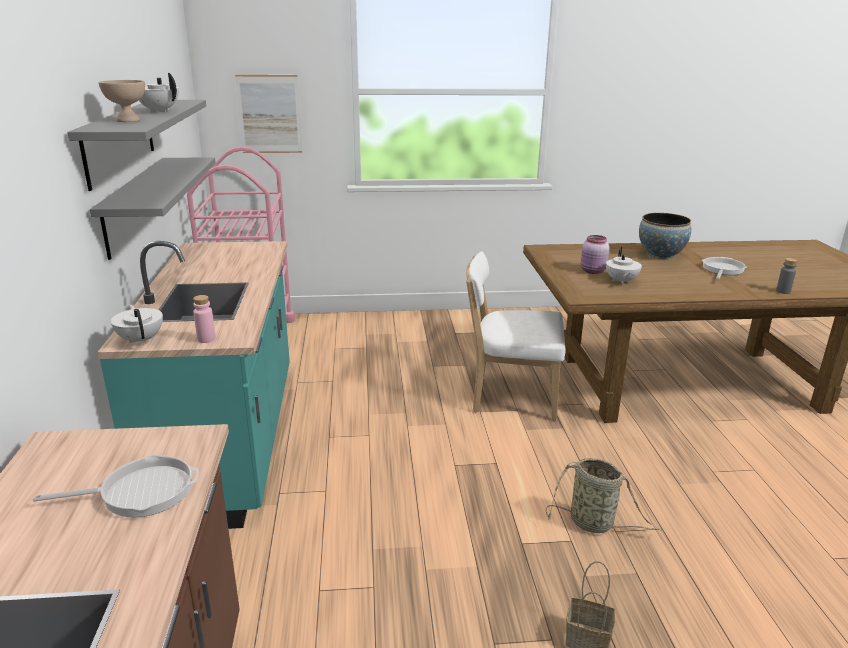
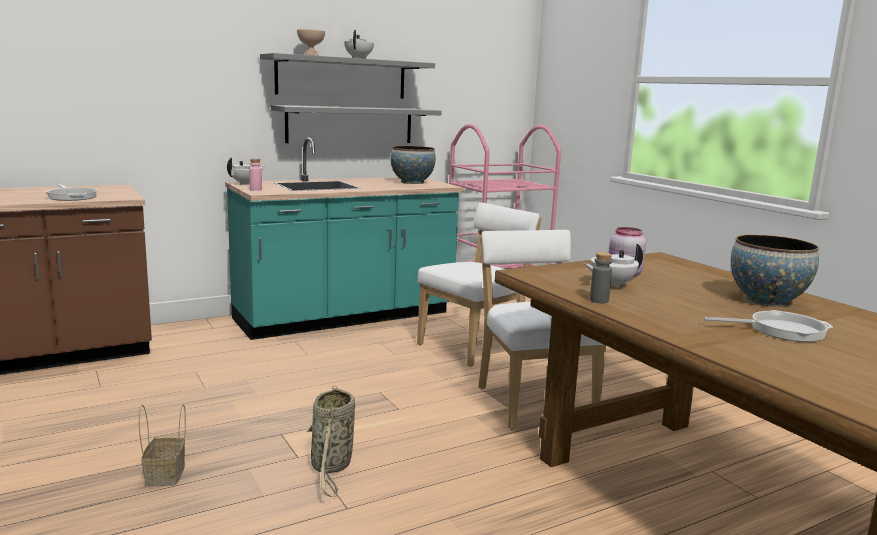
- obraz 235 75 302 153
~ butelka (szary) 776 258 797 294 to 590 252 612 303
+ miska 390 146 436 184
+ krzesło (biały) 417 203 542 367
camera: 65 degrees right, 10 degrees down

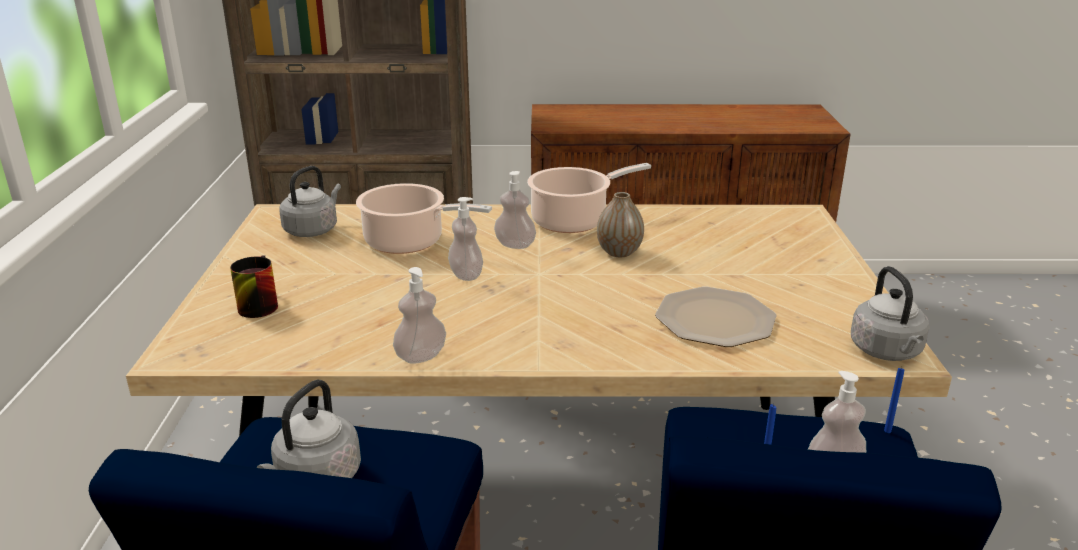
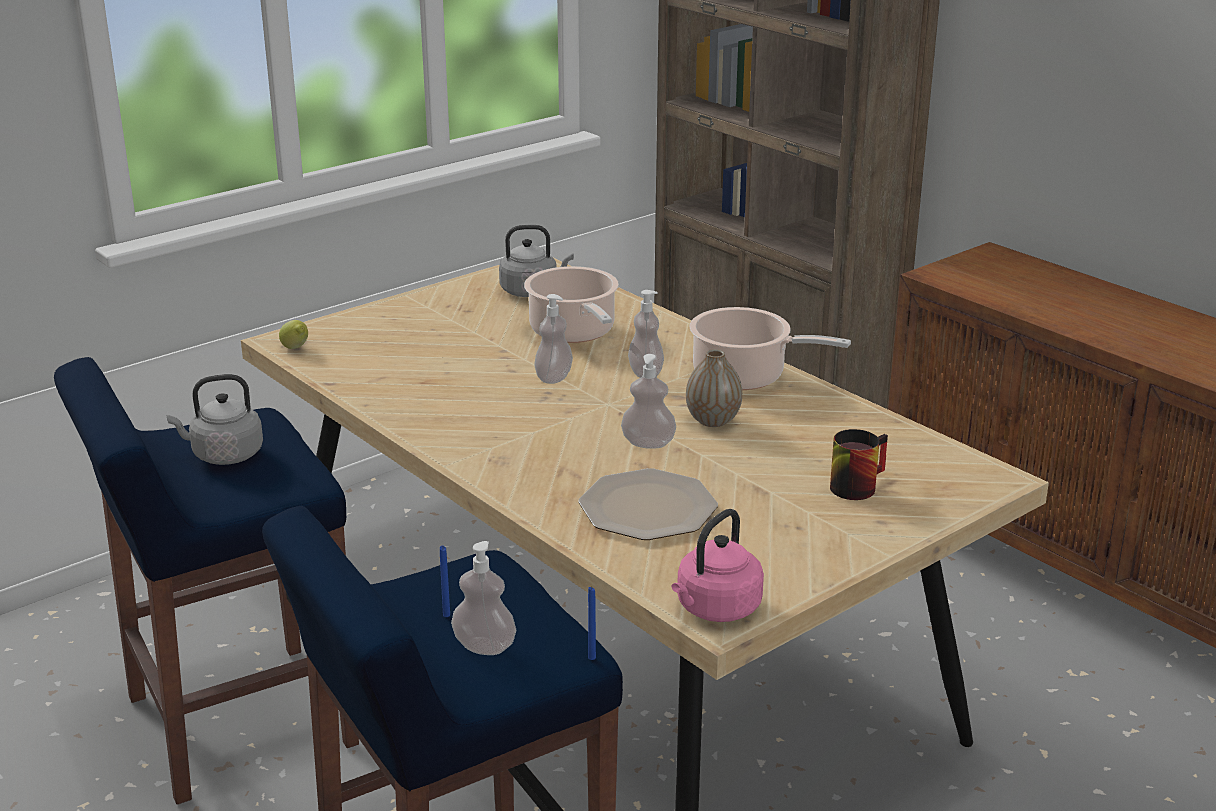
~ kubek 230 255 278 318 to 830 429 888 500
~ dozownik mydła 393 267 446 364 to 621 354 676 449
~ czajnik (szary) 851 266 929 361 to czajnik (różowy) 671 509 764 622
+ cytryna 279 320 308 349
camera: 50 degrees right, 0 degrees up

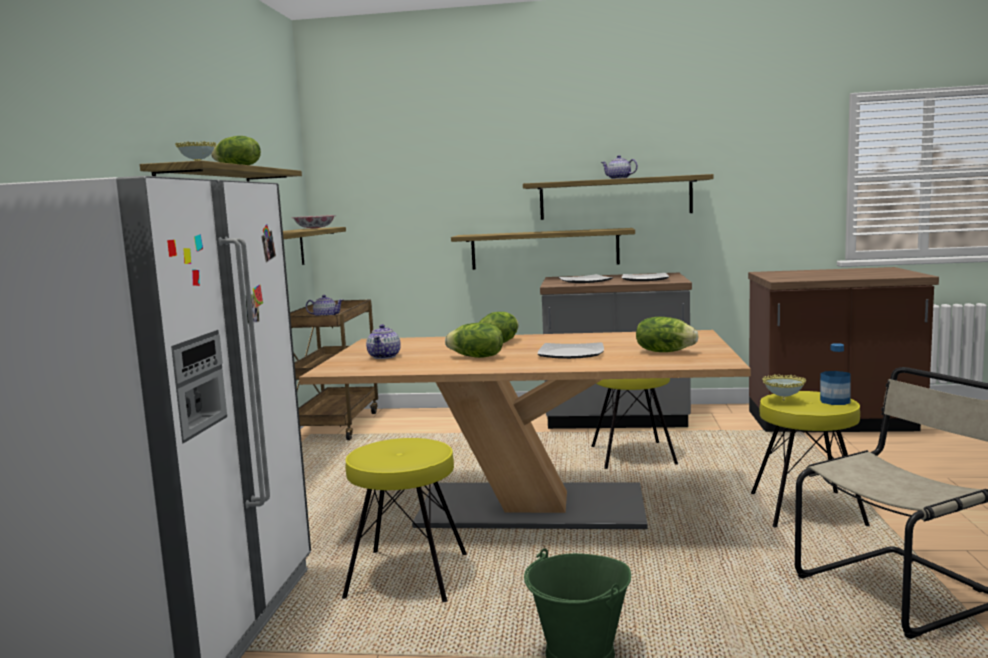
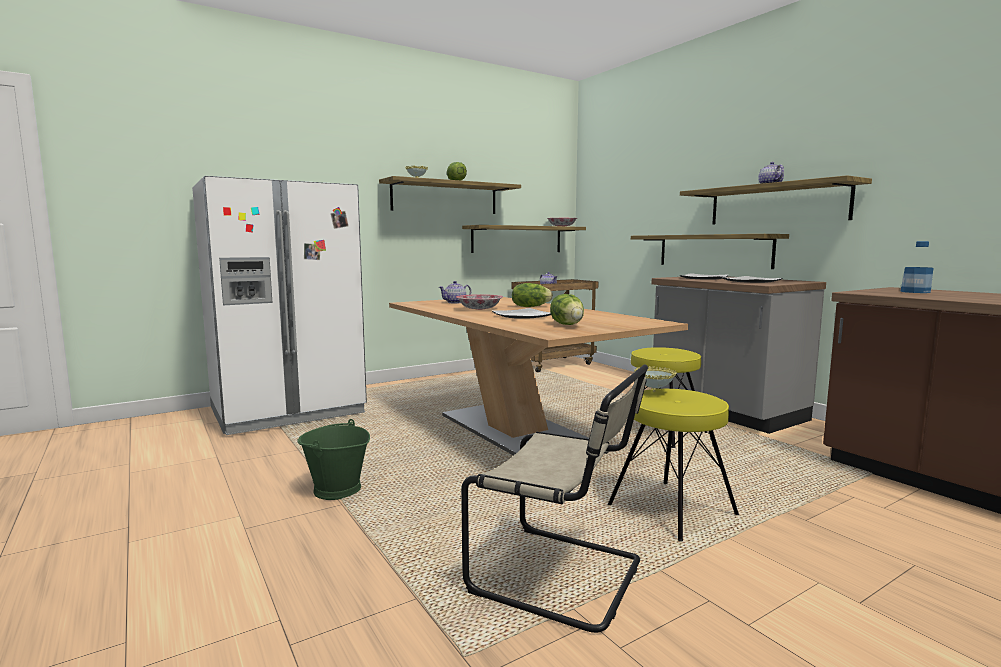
- stołek (żółty) 342 438 467 602
~ sałata 445 323 503 358 to miska 456 294 503 310
~ butelka 820 343 851 405 to 900 241 933 293
camera: 50 degrees right, 0 degrees up

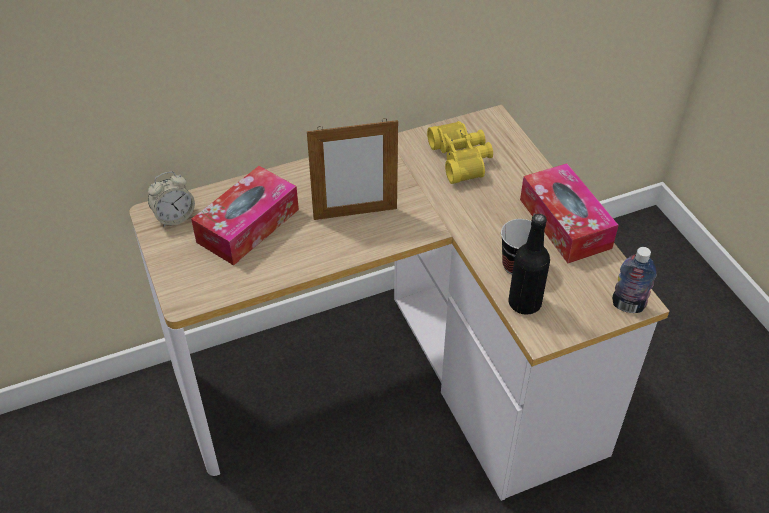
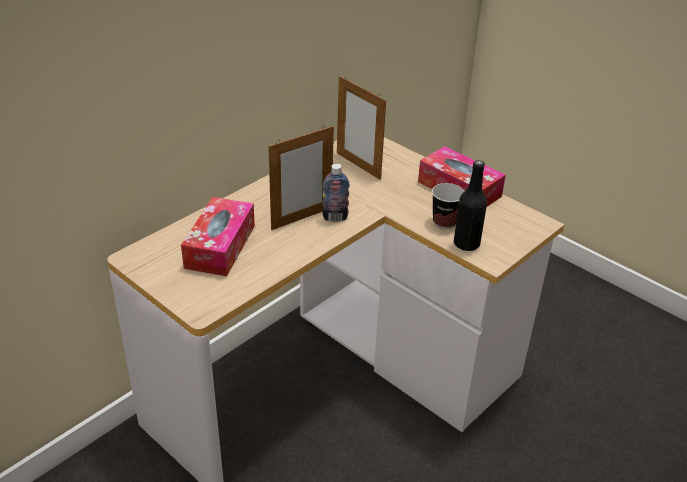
- budzik 148 172 195 227
~ lornetka (żółty) 427 121 493 184 to ramka na zdjęcie 337 76 386 180
~ butelka 612 247 657 313 to 322 164 350 222
camera: 25 degrees left, 10 degrees down

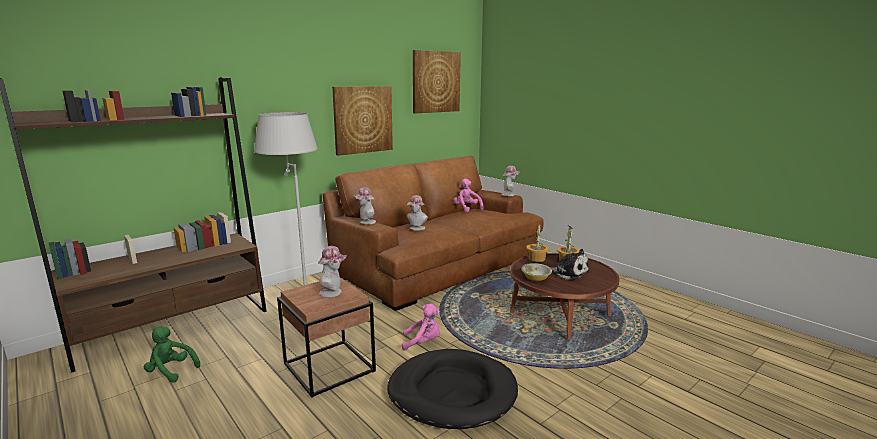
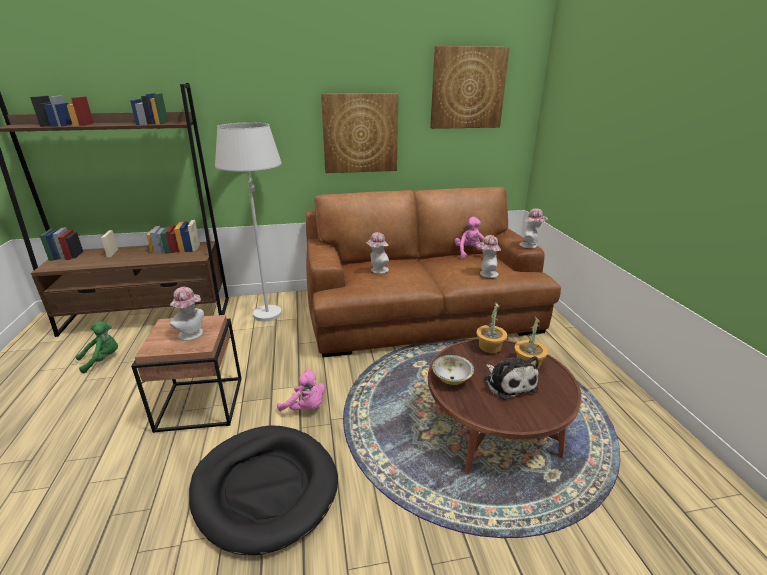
~ pluszak (zielony) 144 326 200 383 = 76 321 118 373 90 degrees clockwise
~ kapelusz 354 187 376 224 to 477 235 501 278
camera: 30 degrees right, 10 degrees up

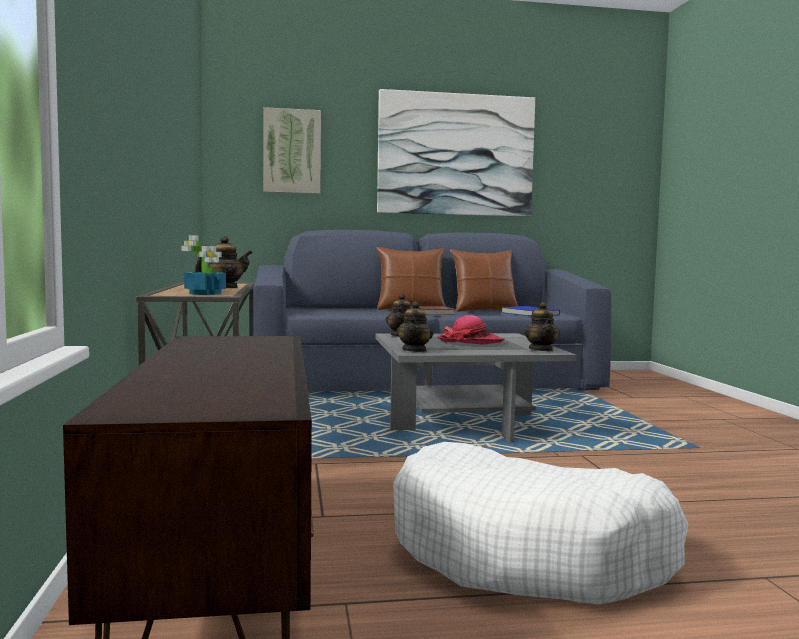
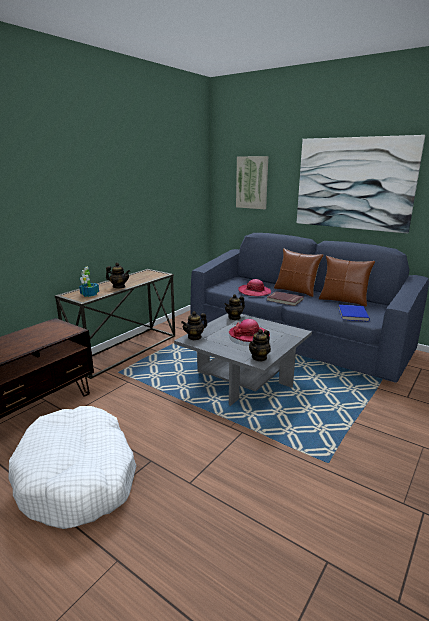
+ kapelusz 238 279 271 296
camera: 45 degrees right, 15 degrees up

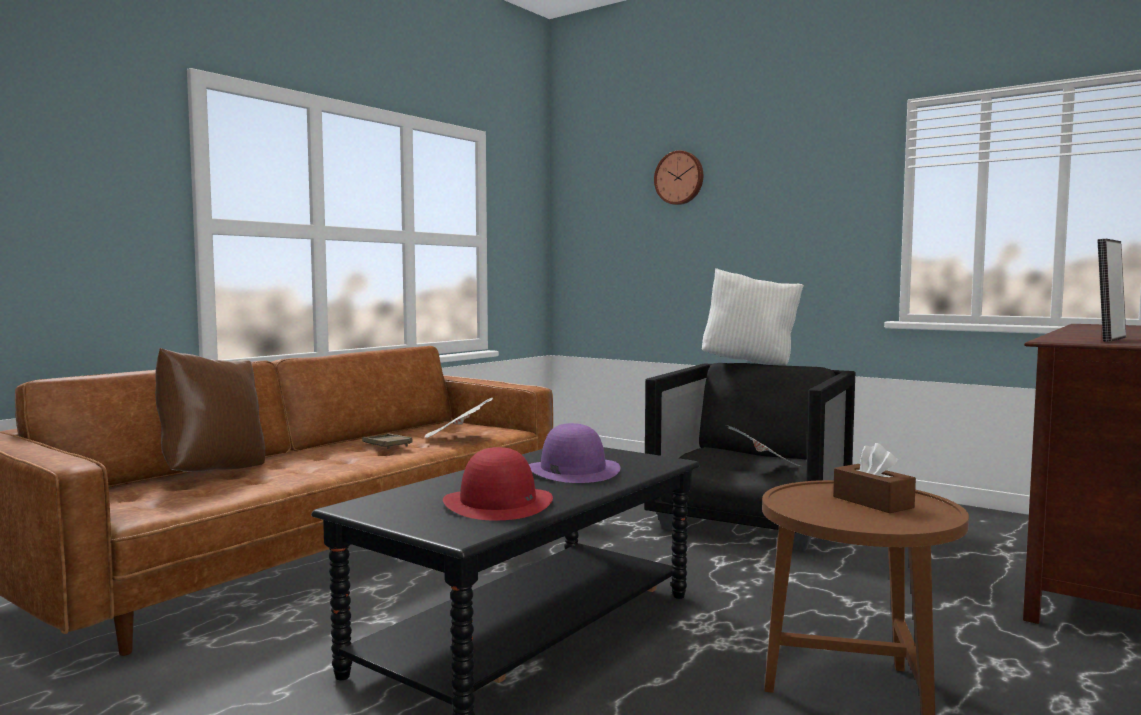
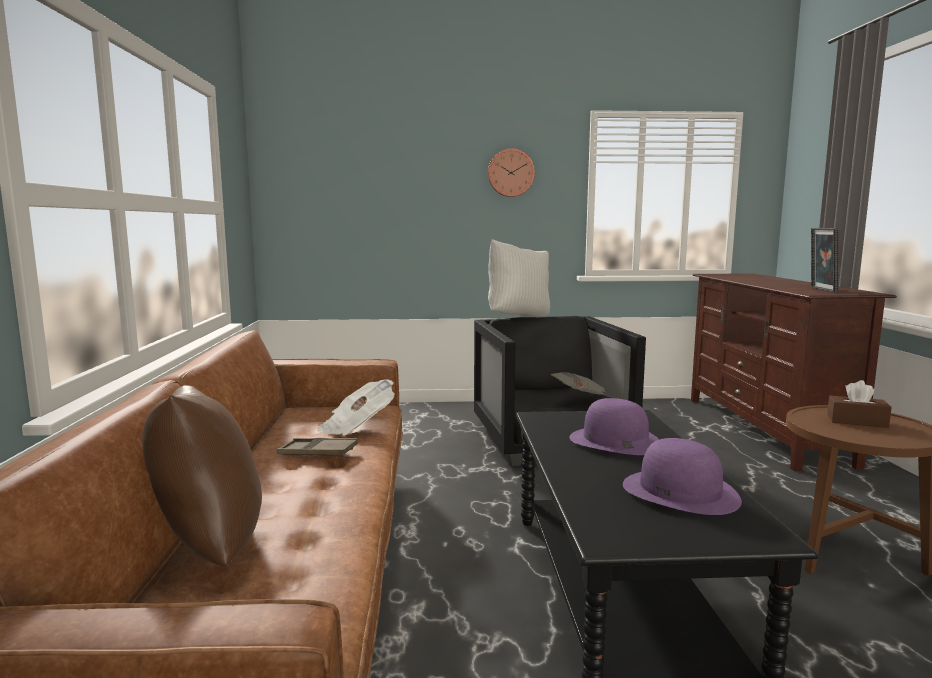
~ kapelusz (czerwony) 443 447 553 520 to kapelusz (fioletowy) 623 438 742 515
~ zegar ścienny 654 150 703 205 to 488 148 535 197
camera: 40 degrees left, 5 degrees up

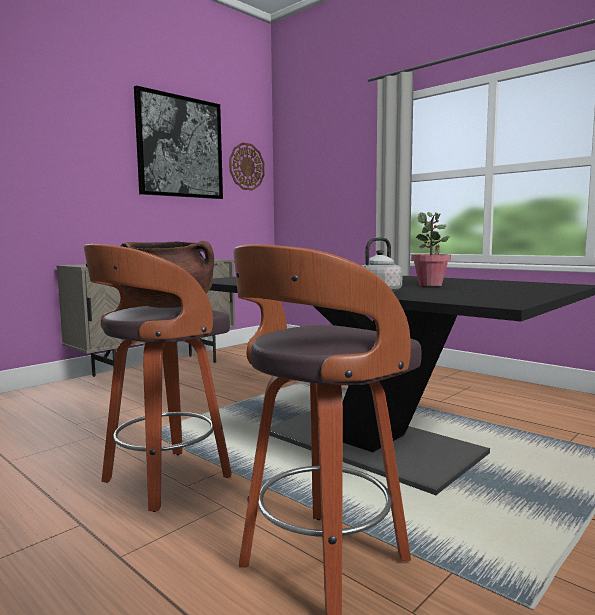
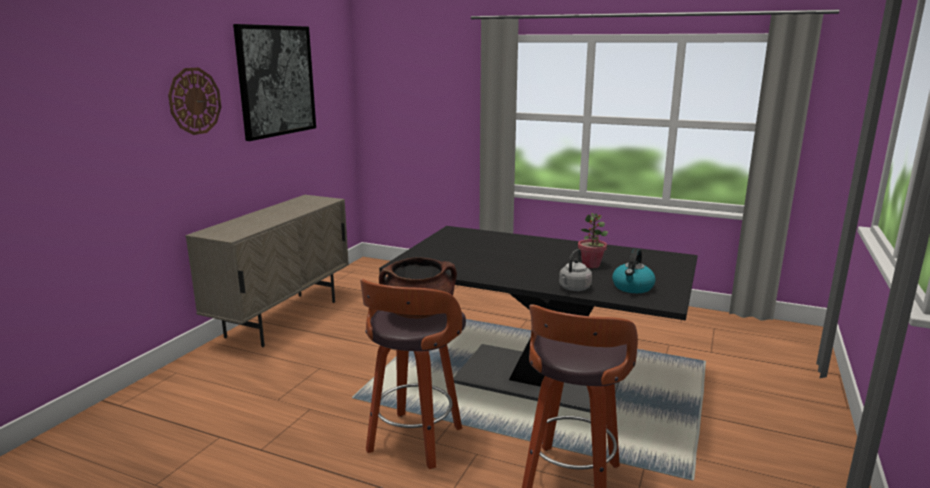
~ zegar ścienny 229 142 265 190 to 168 67 221 135
+ czajnik 612 249 656 293
camera: 20 degrees left, 10 degrees up

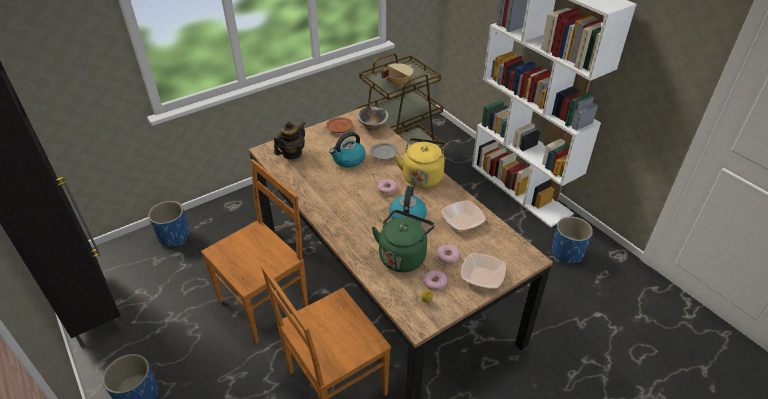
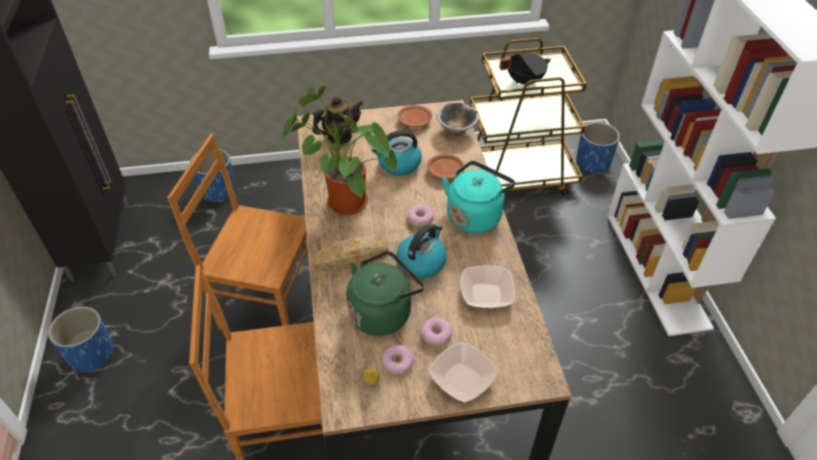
~ krzesło (brązowy) 201 159 308 344 = 167 133 308 330 150 degrees counterclockwise
~ talerz (szary) 370 143 398 160 to talerz (brązowy) 427 154 464 179
~ garnek (beżowy) 382 63 413 87 to garnek (czarny) 500 52 551 87
~ czajnik (żółty) 394 138 447 188 to czajnik (turkusowy) 442 161 515 234
~ donica (niebieski) 552 216 593 264 to 576 122 620 174
+ roślina doniczkowa 282 86 397 215
+ chleb 312 235 388 271
camera: 25 degrees right, 5 degrees up

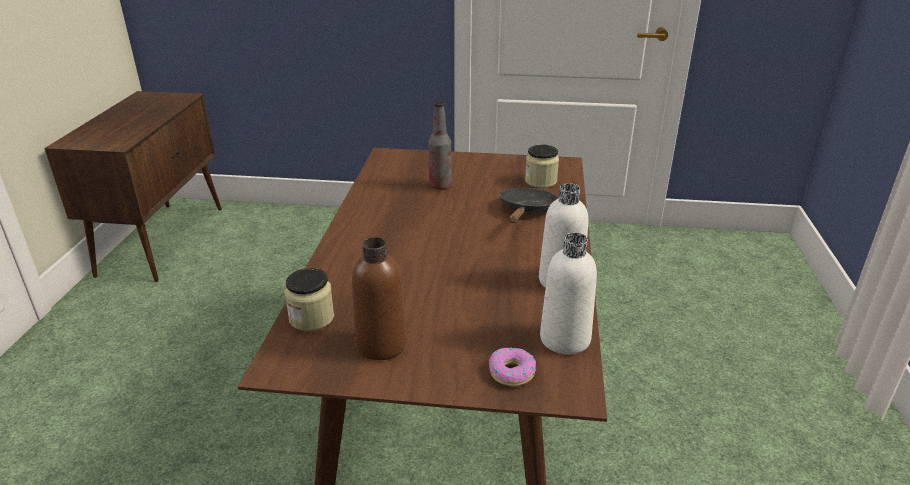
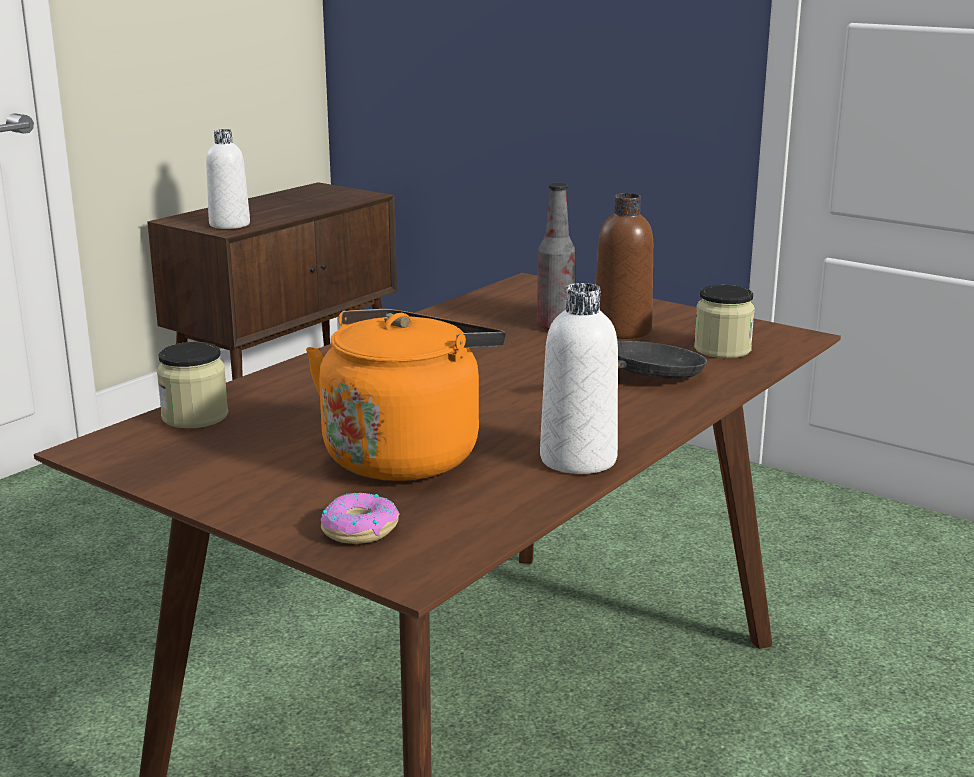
~ butelka (brązowy) 352 237 407 360 to 595 193 653 339
~ butelka (biały) 540 233 597 355 to 206 129 250 229
+ czajnik (pomarańczowy) 306 309 505 481
camera: 30 degrees right, 10 degrees down

